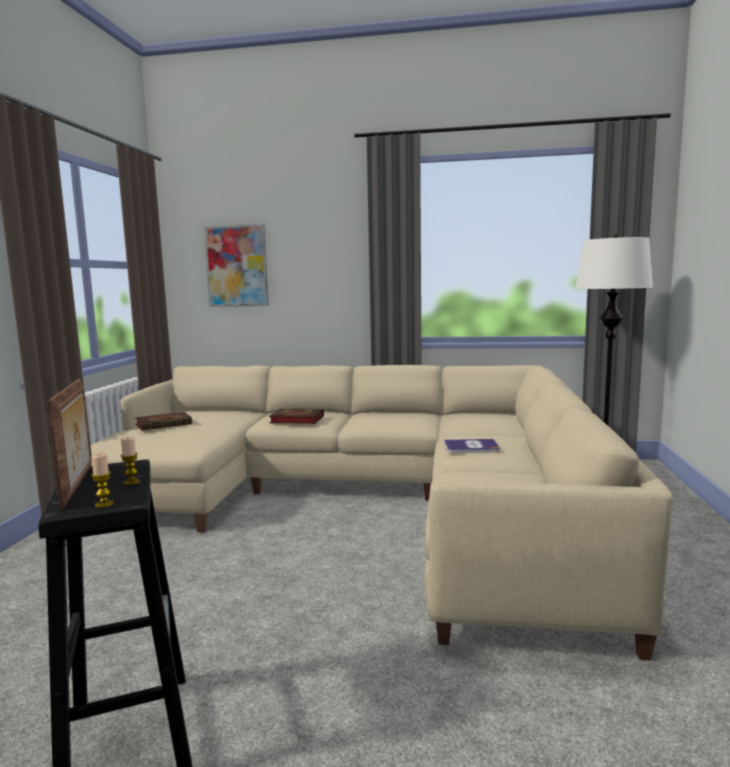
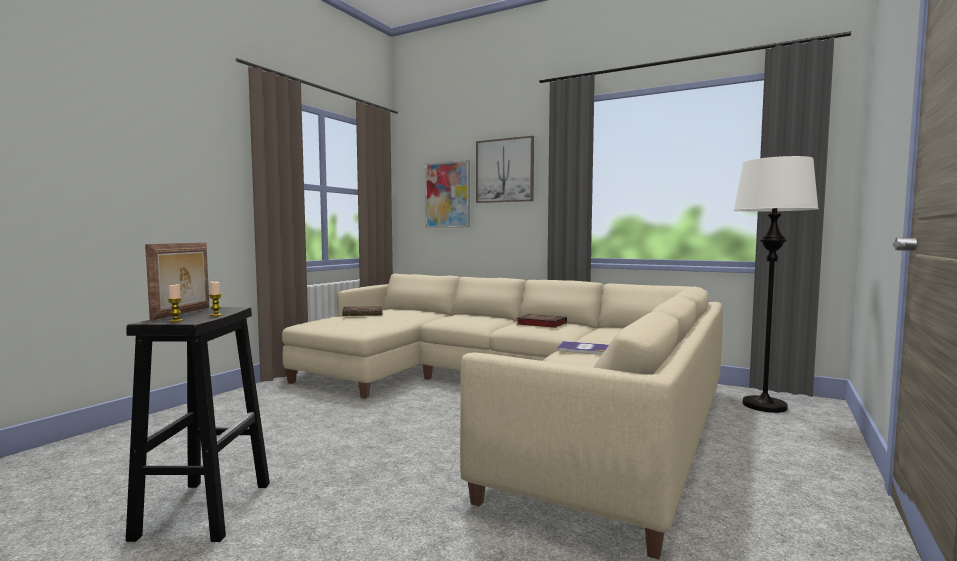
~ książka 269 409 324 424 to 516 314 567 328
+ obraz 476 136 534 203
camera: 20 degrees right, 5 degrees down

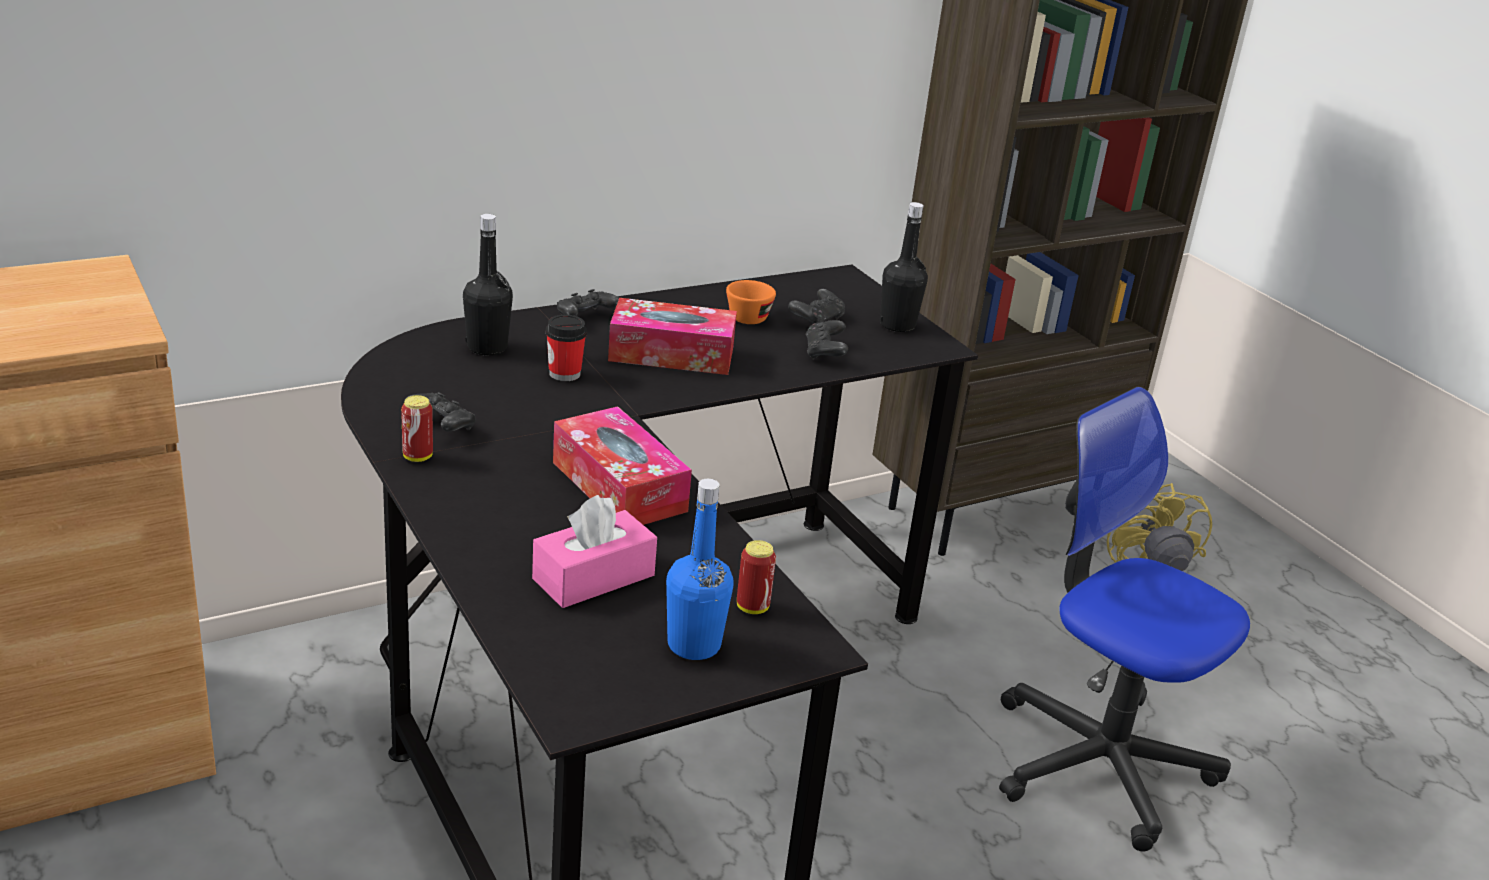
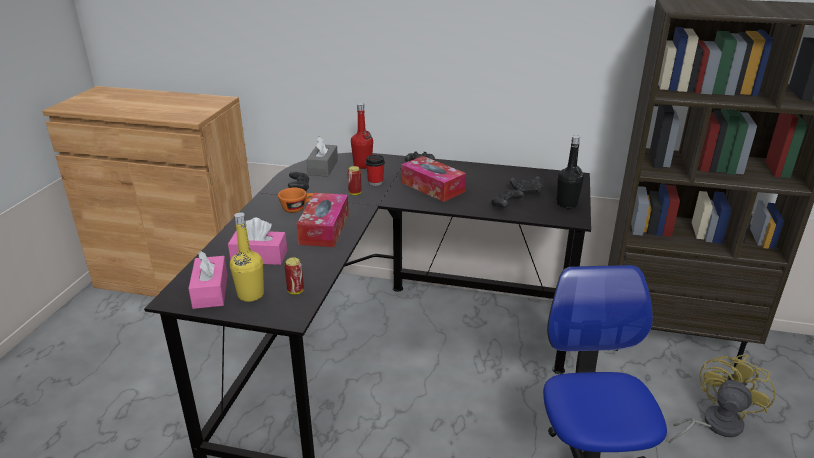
~ puszka 401 395 433 462 to 348 166 362 195
~ butelka (czarny) 463 214 513 355 to butelka (czerwony) 351 103 373 169
~ butelka (niebieski) 666 479 734 660 to butelka (żółty) 230 212 264 302
~ filiżanka (pomarańczowy) 726 280 776 324 to 278 188 314 213
+ pudełko chusteczek (różowy) 188 251 228 309
+ pudełko chusteczek (szary) 307 136 338 177
camera: 45 degrees right, 0 degrees up

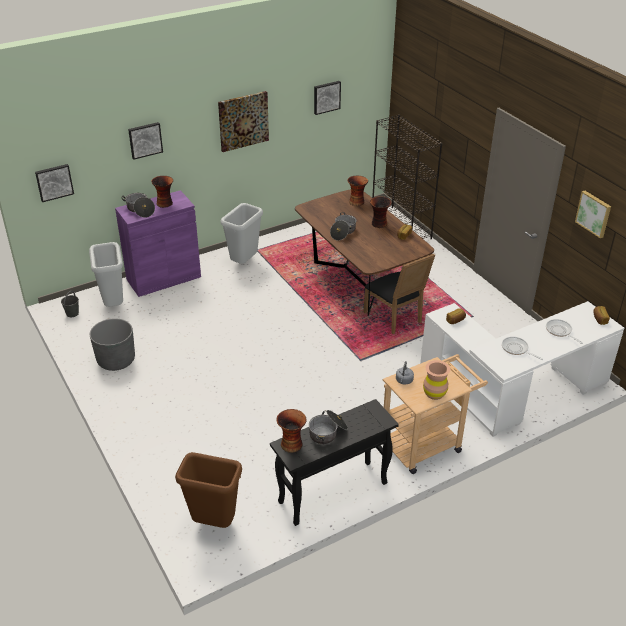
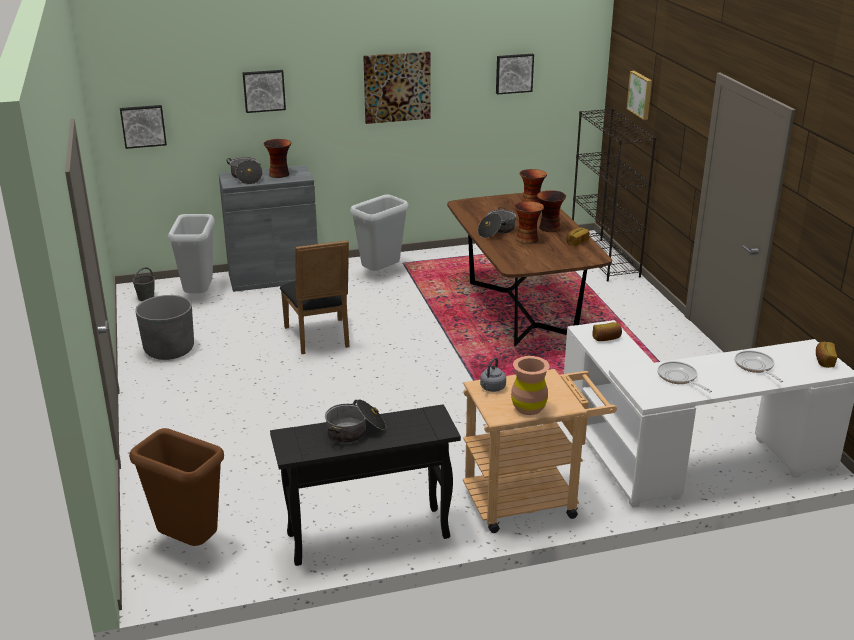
~ szafka (fioletowy) 115 190 201 297 to szafka (szary) 218 165 318 292
~ wazon 277 409 306 453 to 514 201 544 244
~ krzesło (czarny) 363 254 435 334 to 280 240 349 354
~ obraz 575 191 611 238 to 627 71 652 120
camera: 15 degrees right, 10 degrees down

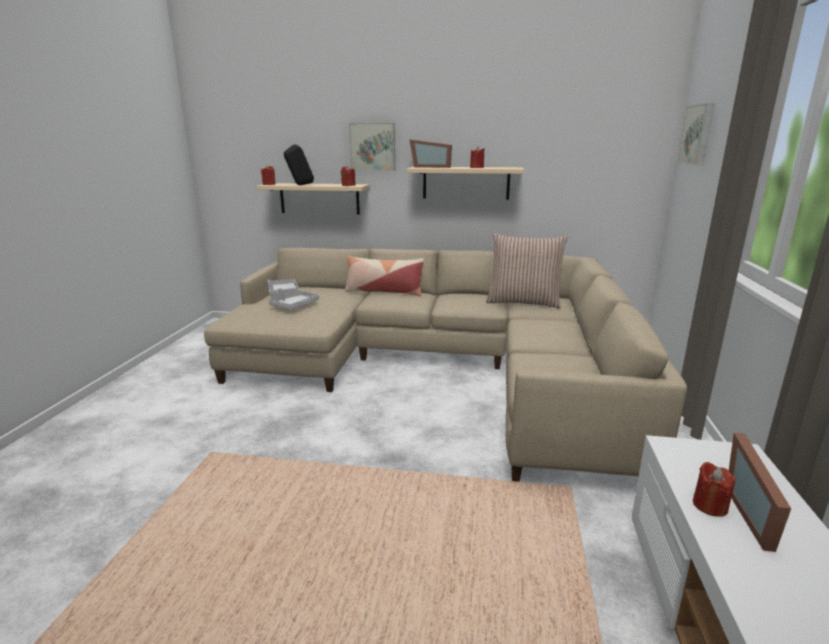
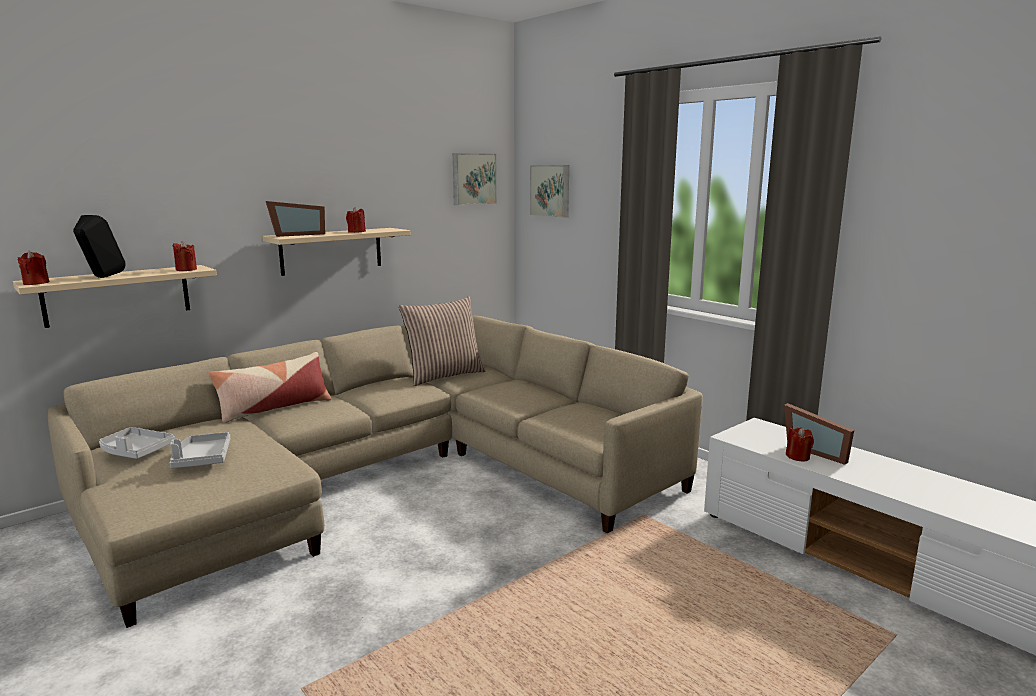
~ obraz 349 123 395 171 to 453 153 497 205
camera: 50 degrees left, 5 degrees down

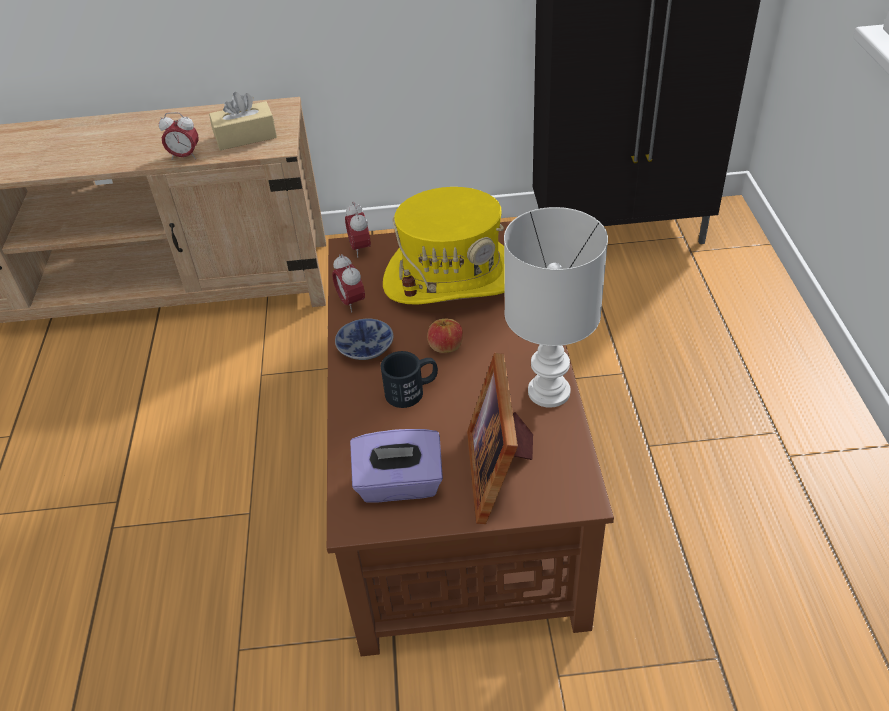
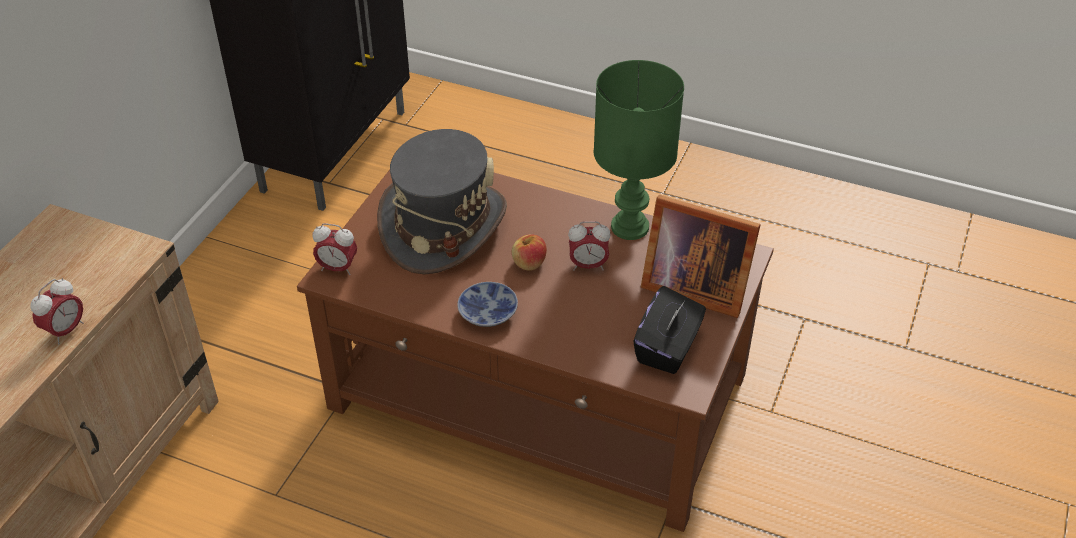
- pudełko chusteczek (beżowy) 209 92 277 150
~ budzik 332 254 365 313 to 568 221 611 271
~ pudełko chusteczek (fioletowy) 350 429 443 503 to pudełko chusteczek (czarny) 633 286 706 374
- kubek (czarny) 381 351 438 408
~ kapelusz (żółty) 383 187 505 304 to kapelusz (szary) 377 129 507 275
~ lampa stołowa (biały) 504 207 608 408 to lampa stołowa (zielony) 594 60 684 240
camera: 65 degrees left, 0 degrees up

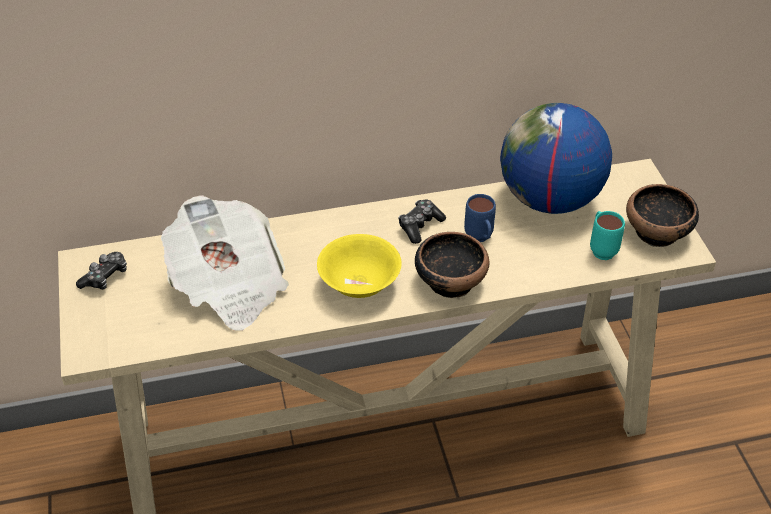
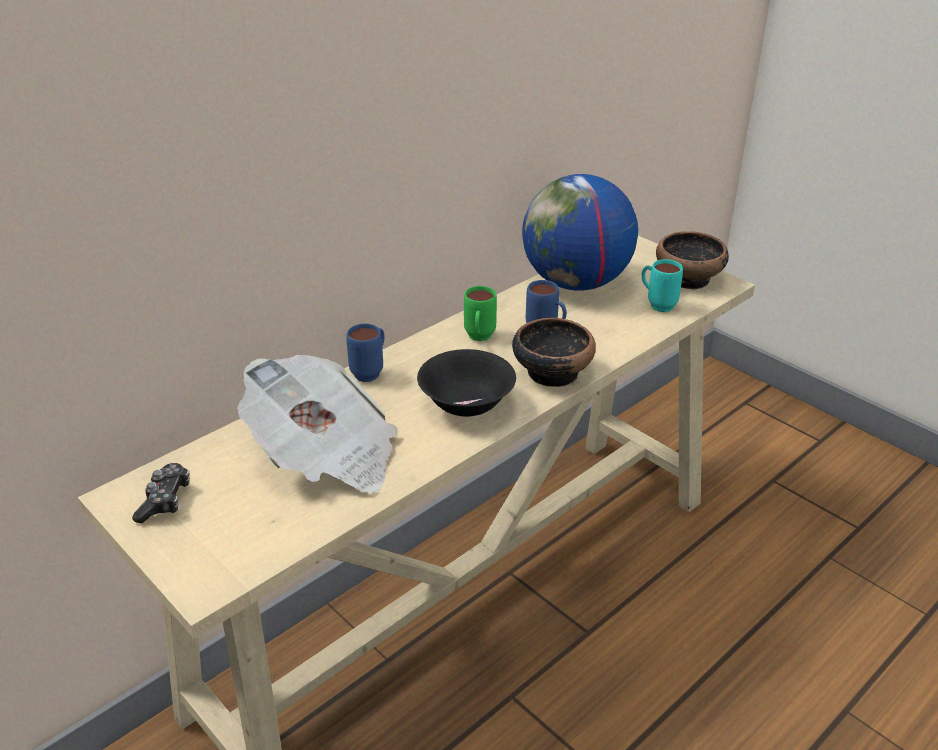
~ miska (żółty) 317 234 402 298 to miska (czarny) 417 349 516 417
~ pad do gier 398 200 446 244 to kubek (zielony) 464 286 497 341
+ kubek (niebieski) 346 324 385 382
camera: 30 degrees left, 10 degrees down

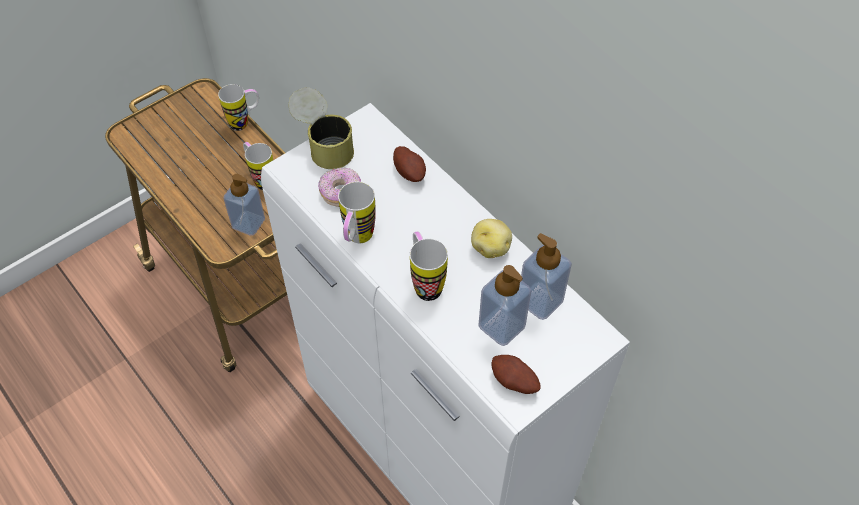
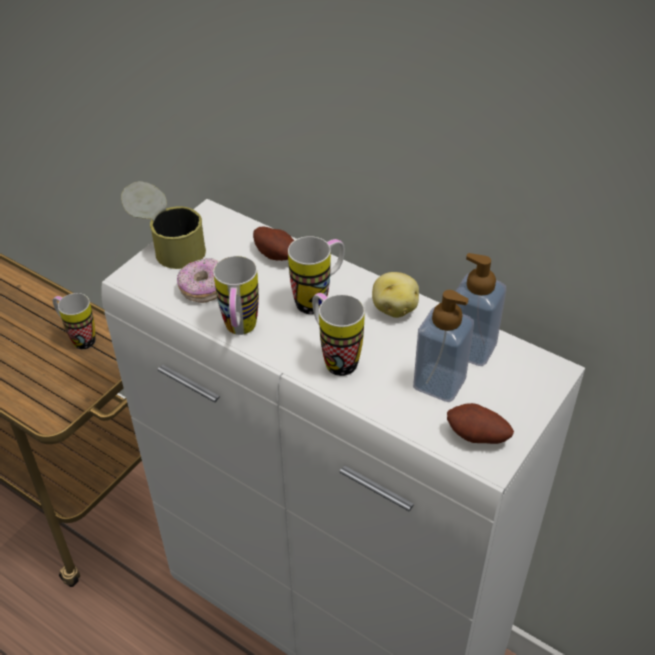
~ kubek 218 84 259 131 to 288 236 345 314
- dozownik mydła 223 174 265 236
camera: 15 degrees left, 10 degrees down

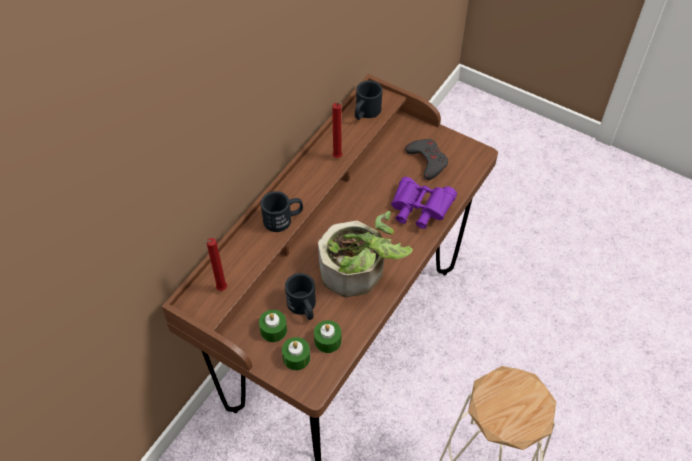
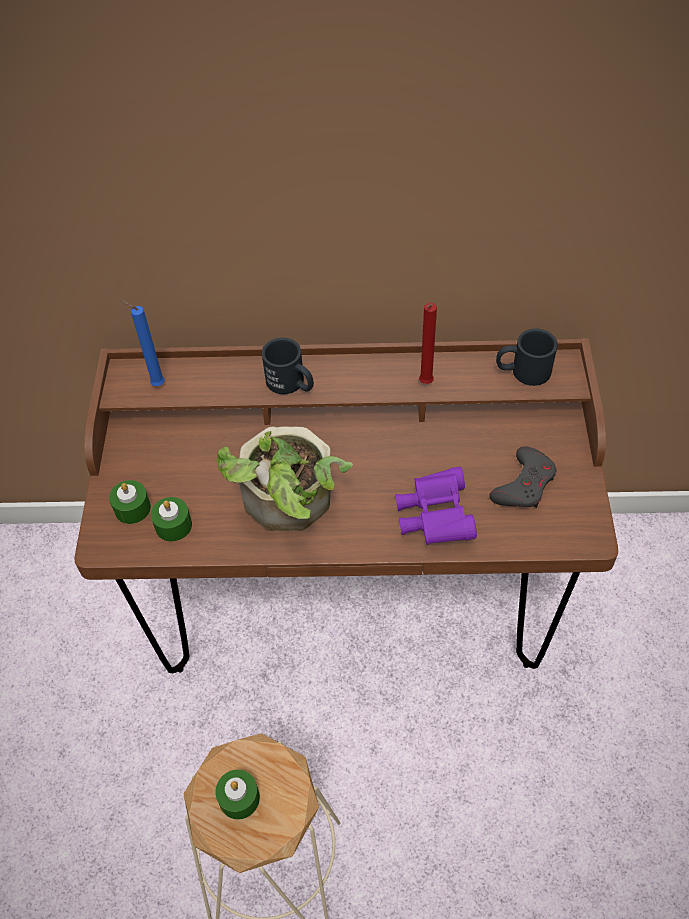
~ świeca (czerwony) 203 238 227 291 to świeca (niebieski) 121 301 165 386
~ świeca (zielony) 259 310 287 342 to 215 770 260 820
- kubek (czarny) 285 273 316 320
camera: 60 degrees right, 0 degrees up

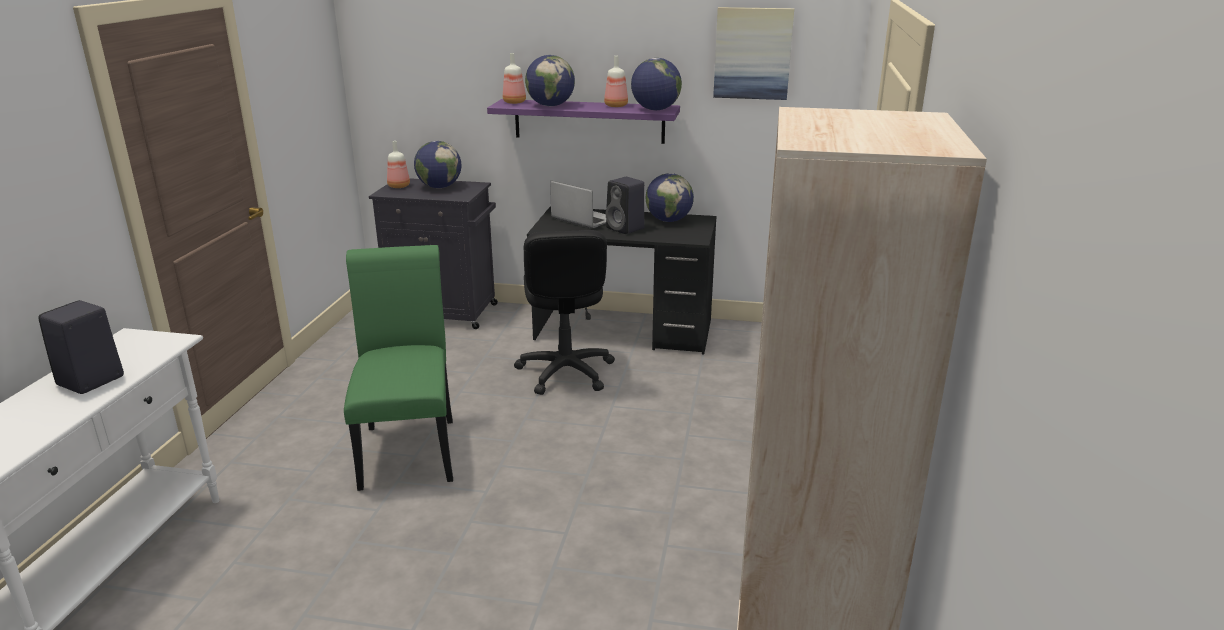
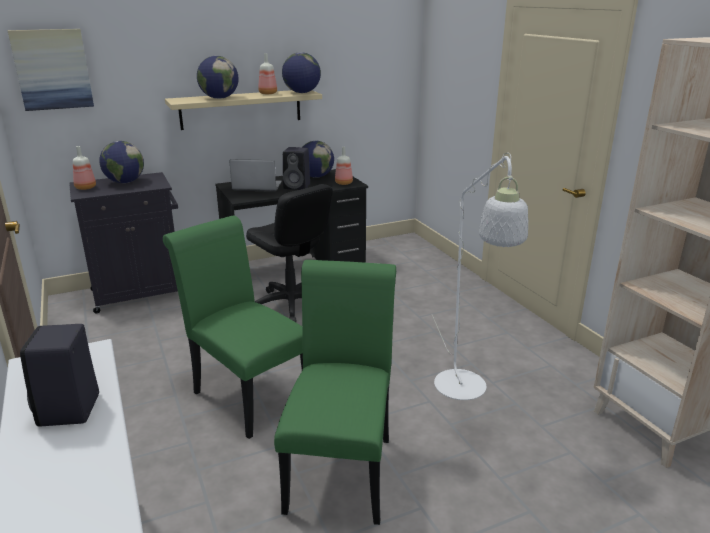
~ półka (fioletowy) 487 99 680 144 to półka (beżowy) 165 90 322 130
~ butelka 503 53 526 104 to 335 147 353 185
~ obraz 713 7 794 100 to 8 29 94 111
+ krzesło (zielony) 274 260 396 525
+ lampa stojąca (biały) 432 153 528 400
camera: 35 degrees left, 0 degrees up

